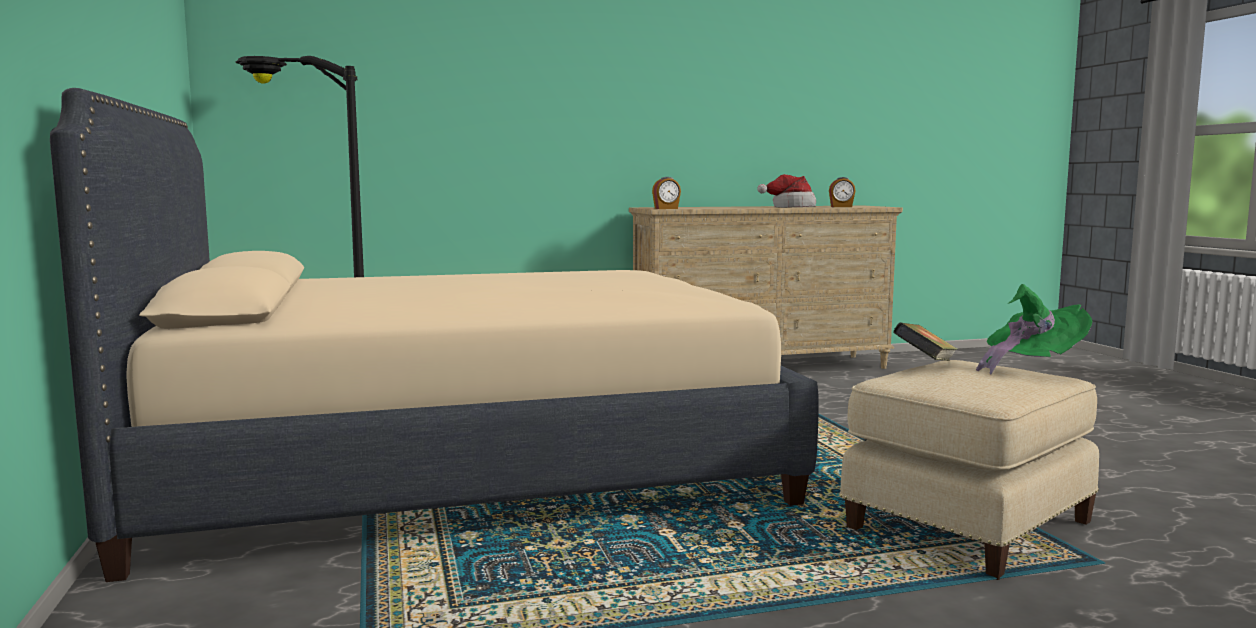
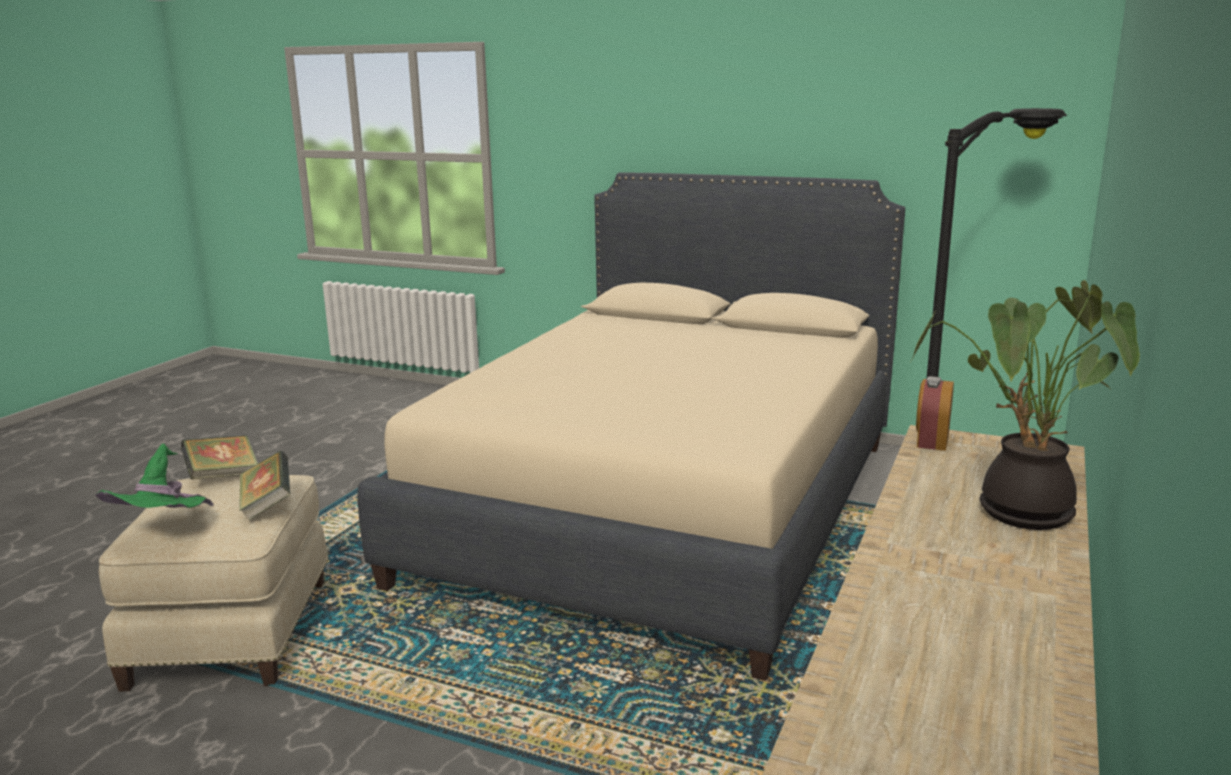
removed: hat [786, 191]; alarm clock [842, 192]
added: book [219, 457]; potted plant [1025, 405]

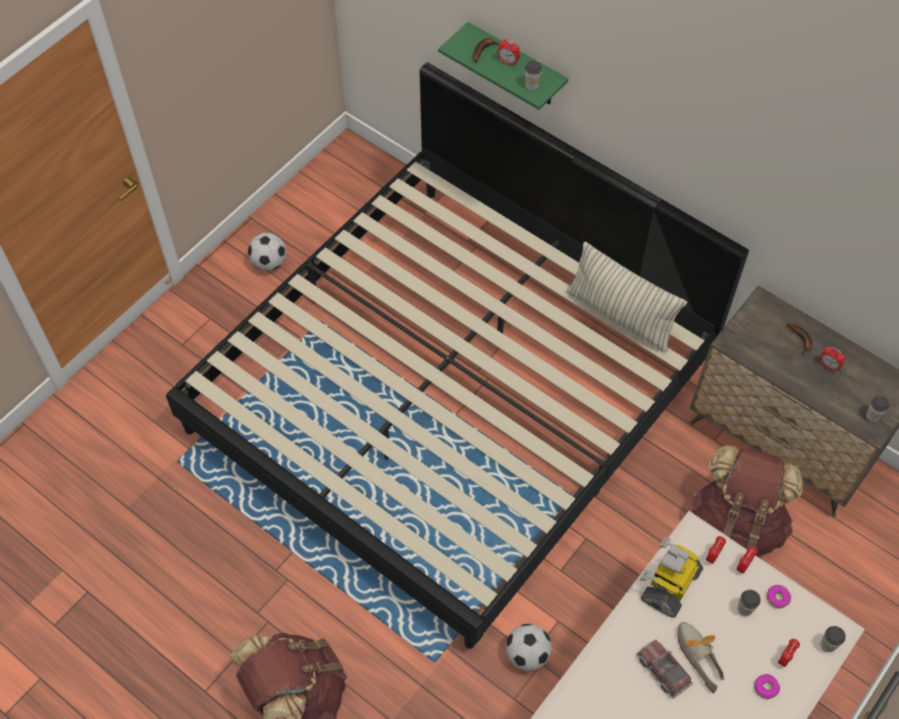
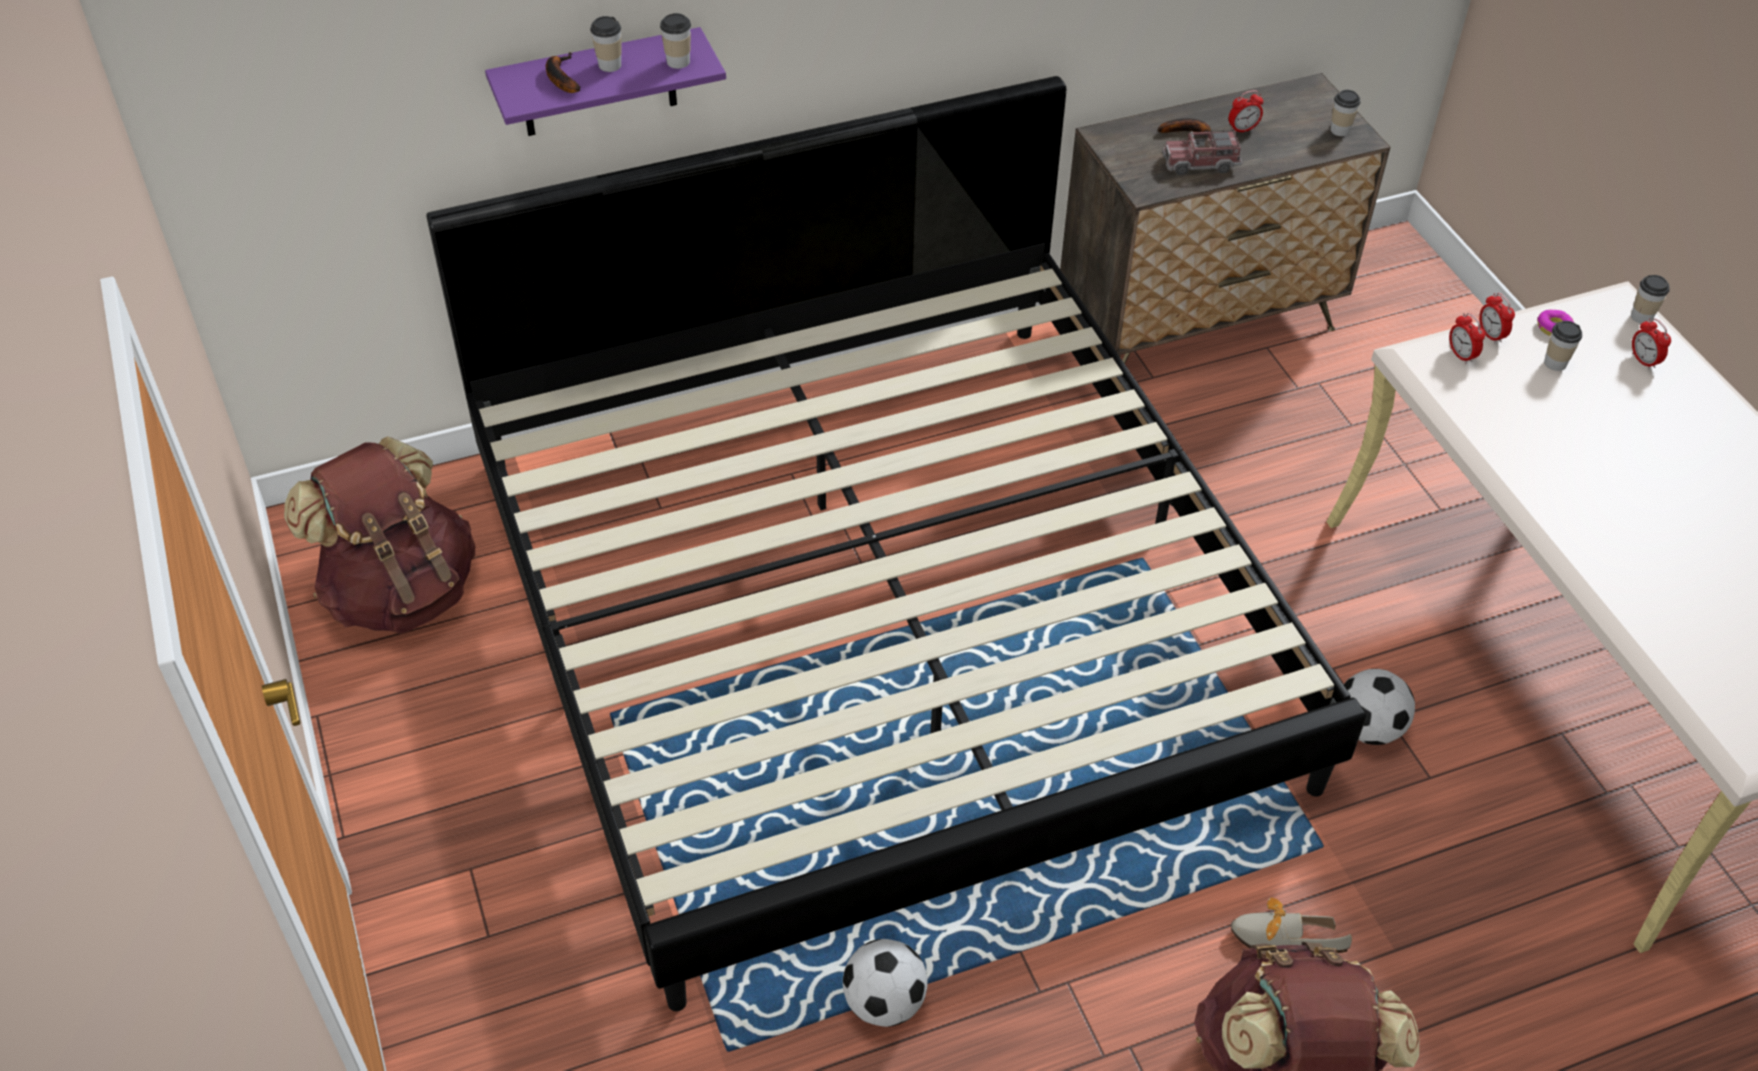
removed: pillow [626, 297]; toy robot [671, 577]; donut [767, 686]
moved: football [267, 252] to [885, 983]; toy truck [665, 669] to [1202, 152]; shoe [701, 658] to [1291, 925]; brown backpack [747, 501] to [379, 534]
replaced: alarm clock [508, 52] to cup [606, 44]
recoloured: green shelf [503, 66] to purple shelf [605, 81]

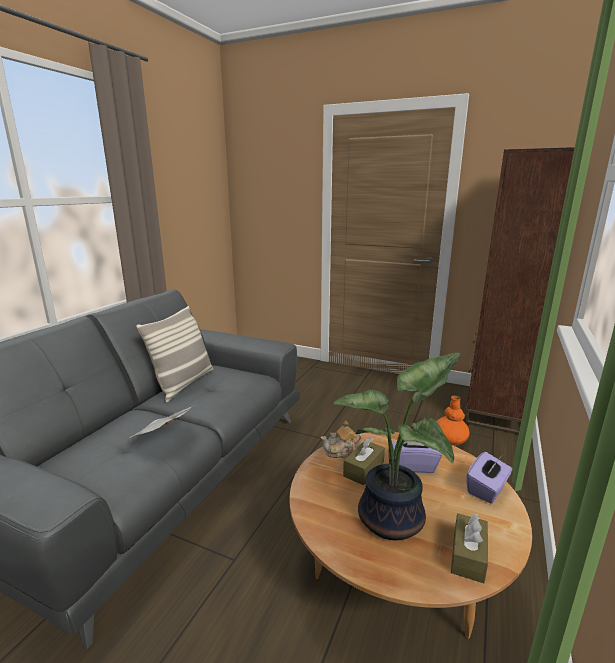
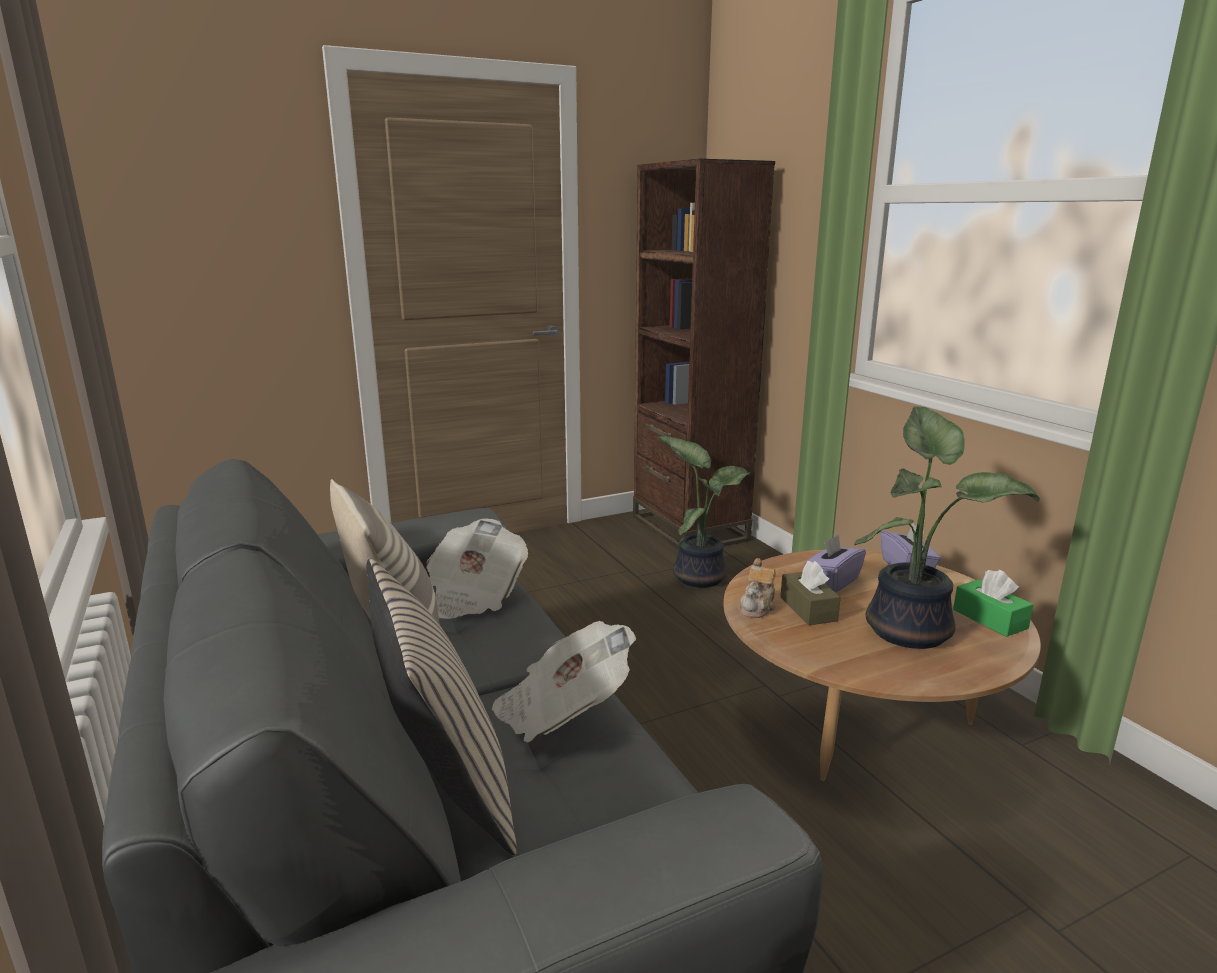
added: beige pillow [441, 706]; newspaper [477, 569]
replaced: orange vase [452, 420] to potted plant [704, 512]
recoloured: brown tissue box [469, 548] to green tissue box [993, 603]

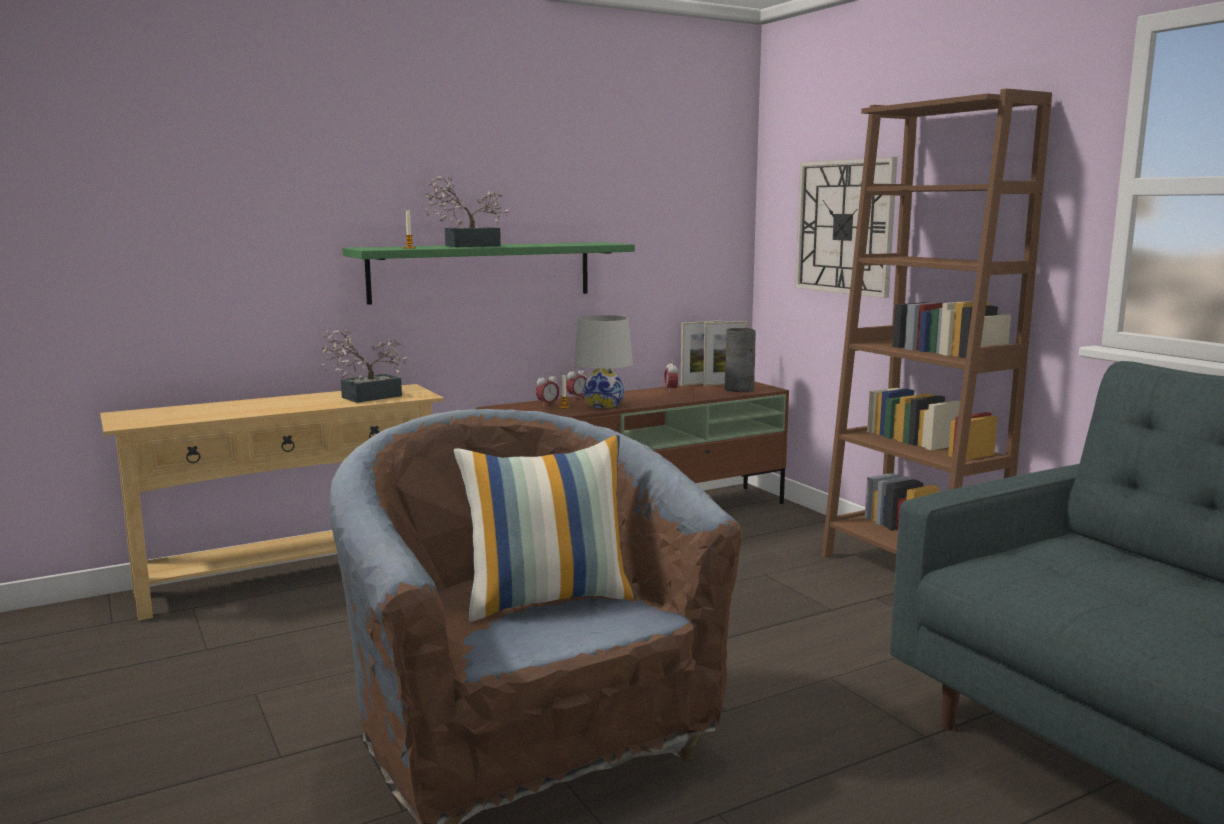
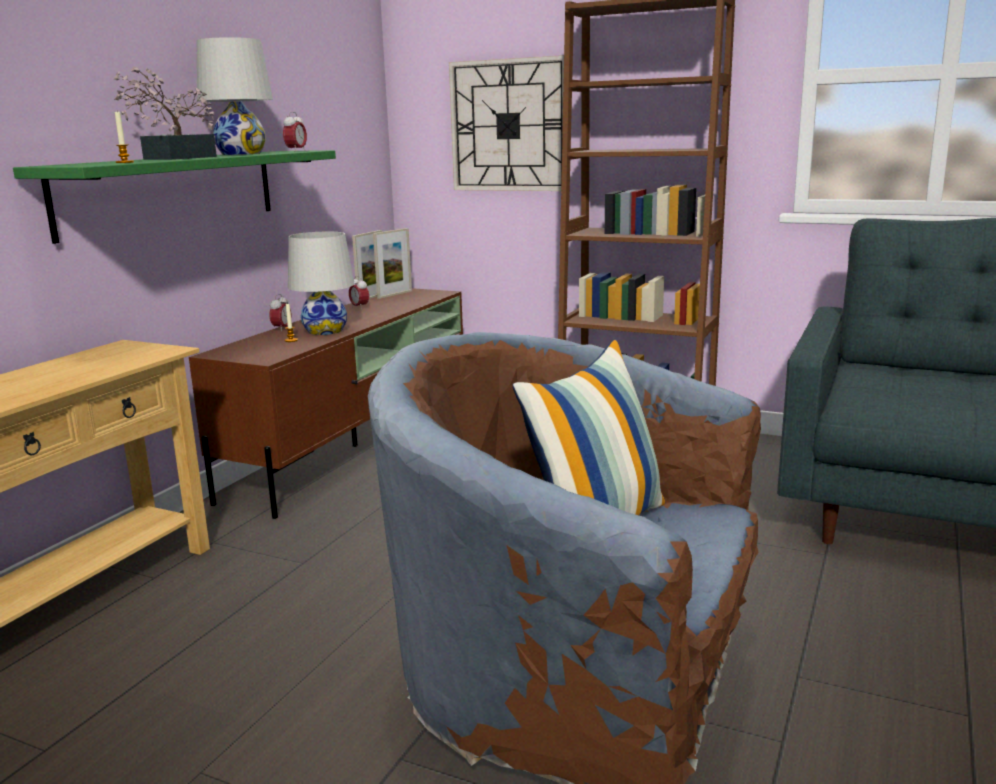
removed: potted plant [364, 366]; grey vase [740, 360]
added: white table lamp [235, 96]
moved: alarm clock [548, 389] to [295, 132]

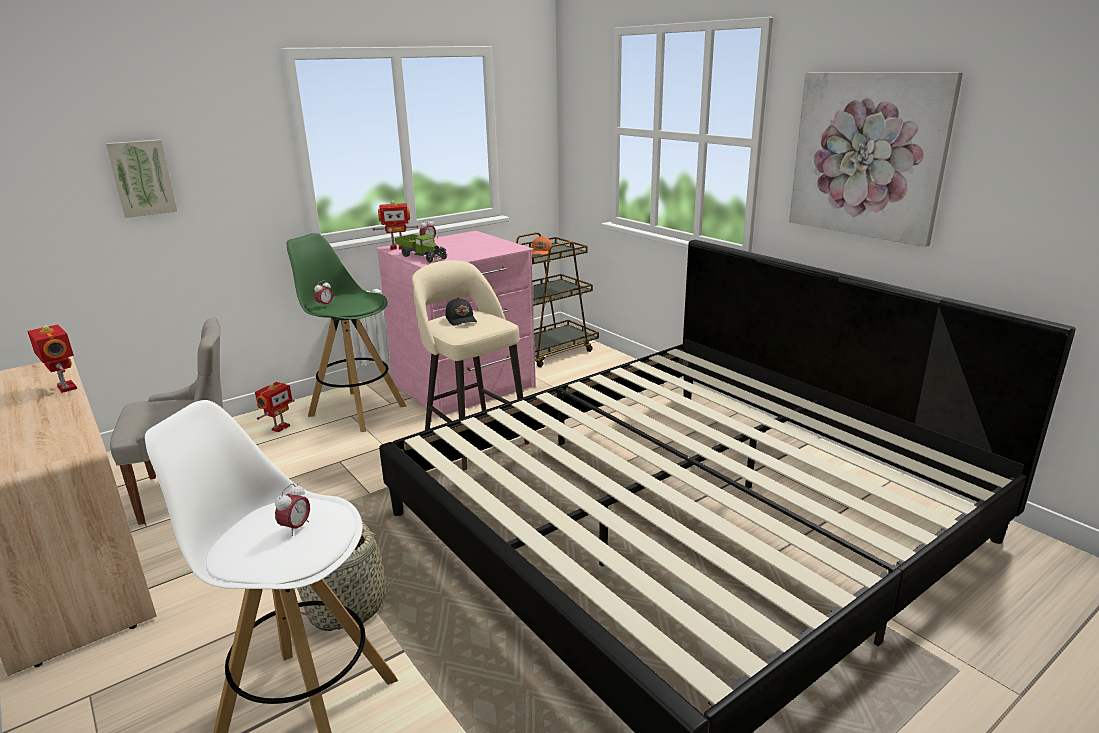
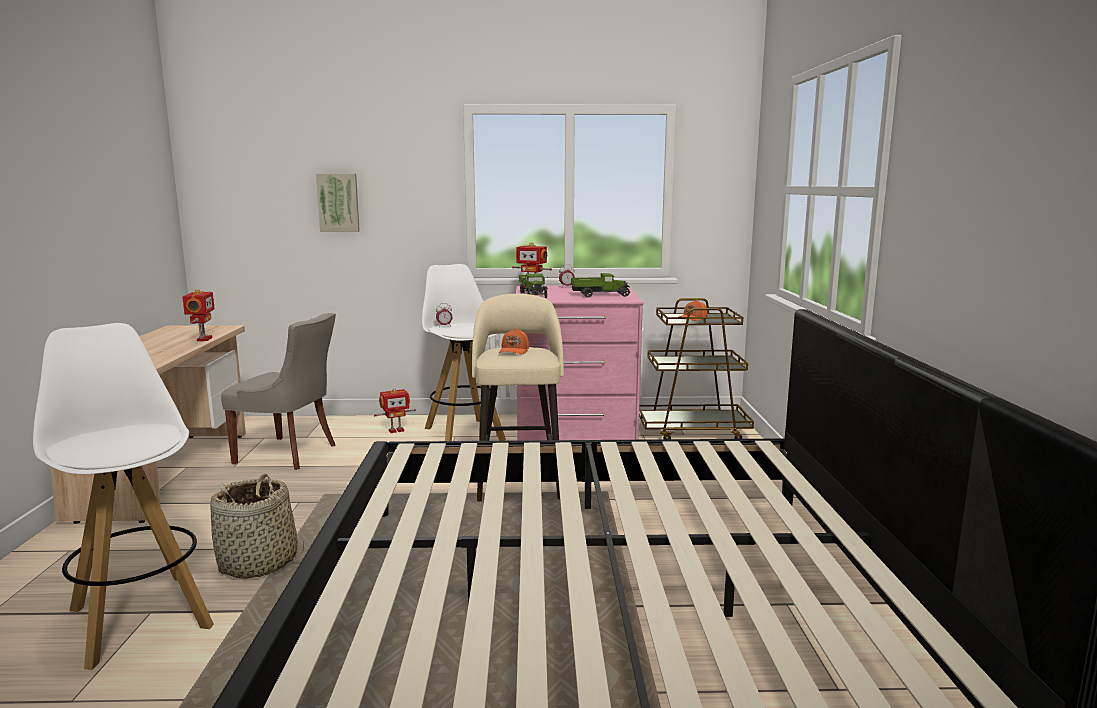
removed: alarm clock [292, 509]; picture [876, 159]
added: toy truck [601, 285]
recoloured: green stool [346, 332] to white stool [464, 352]; black cap [461, 312] to orange cap [514, 341]

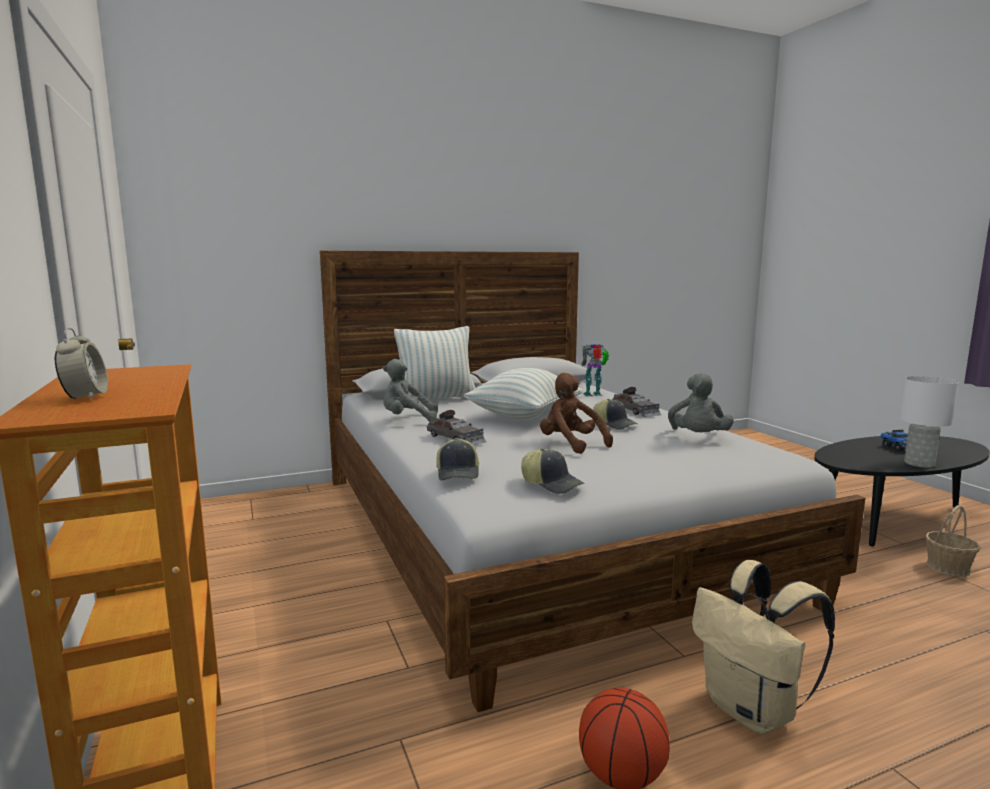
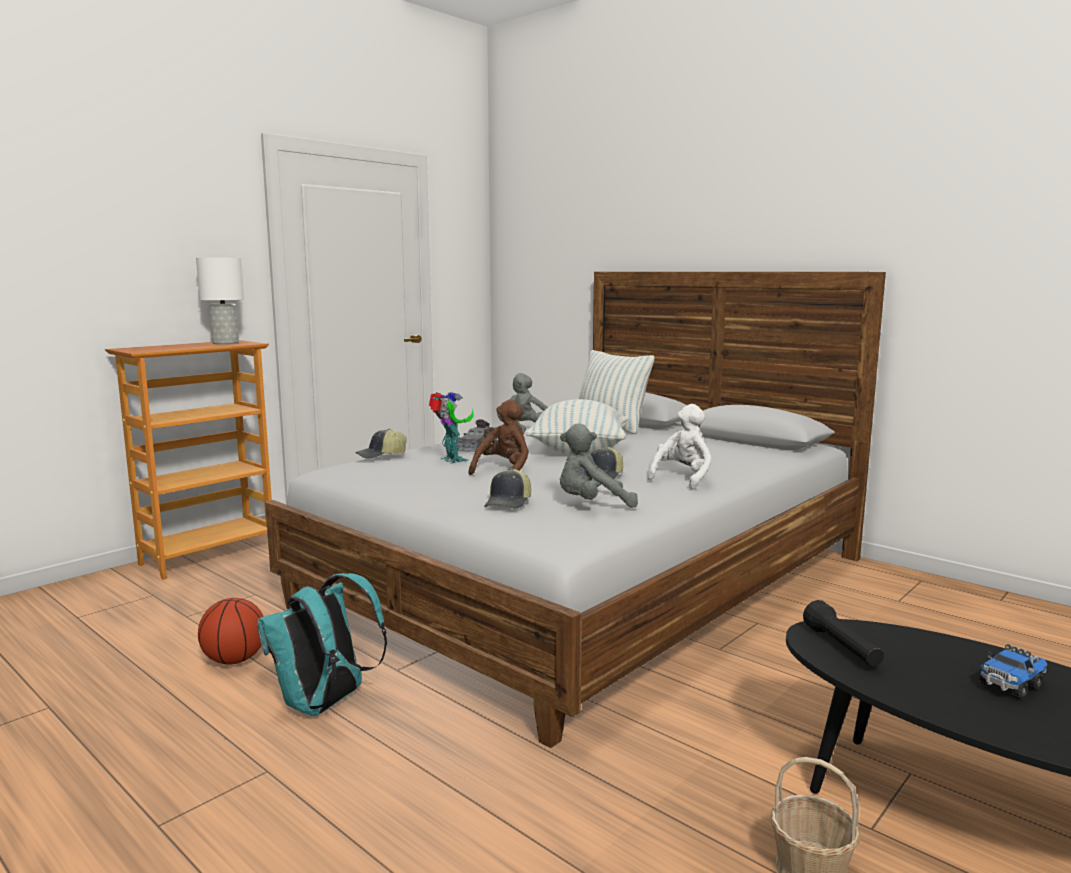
removed: alarm clock [81, 364]
added: black flashlight [843, 633]
moved: cap [552, 471] to [507, 488]; toy robot [595, 370] to [451, 428]; white table lamp [929, 422] to [220, 301]
replaced: grey toy car [636, 402] to white plush toy [679, 447]
recoloured: beige backpack [763, 647] to turquoise backpack [322, 644]

